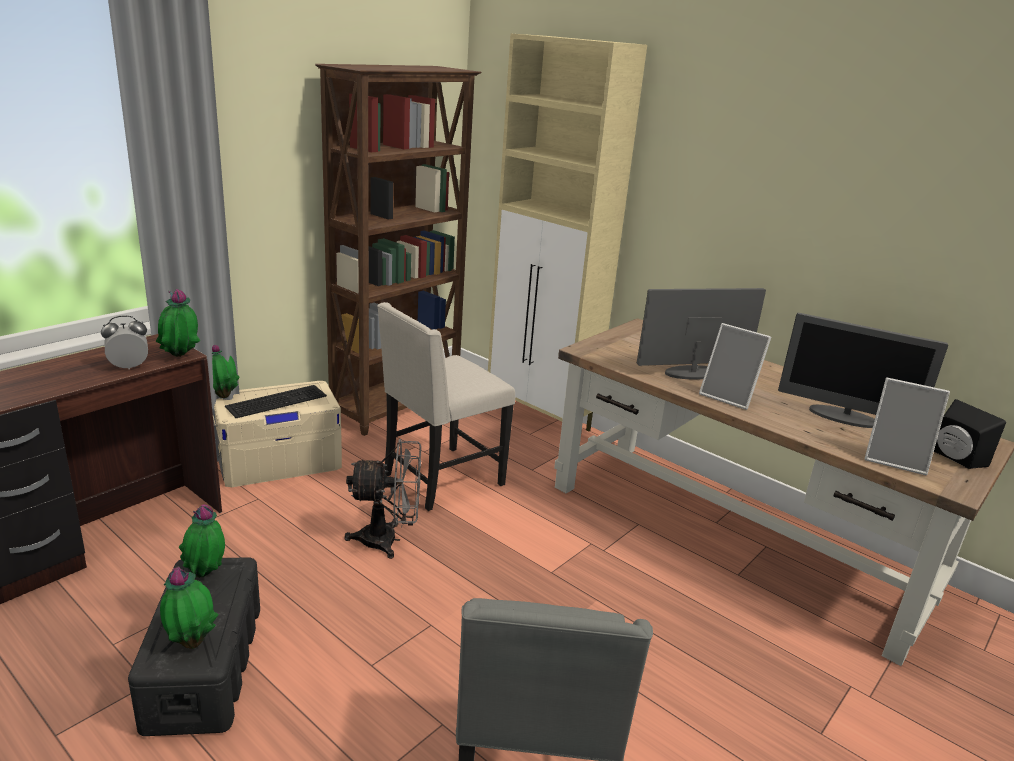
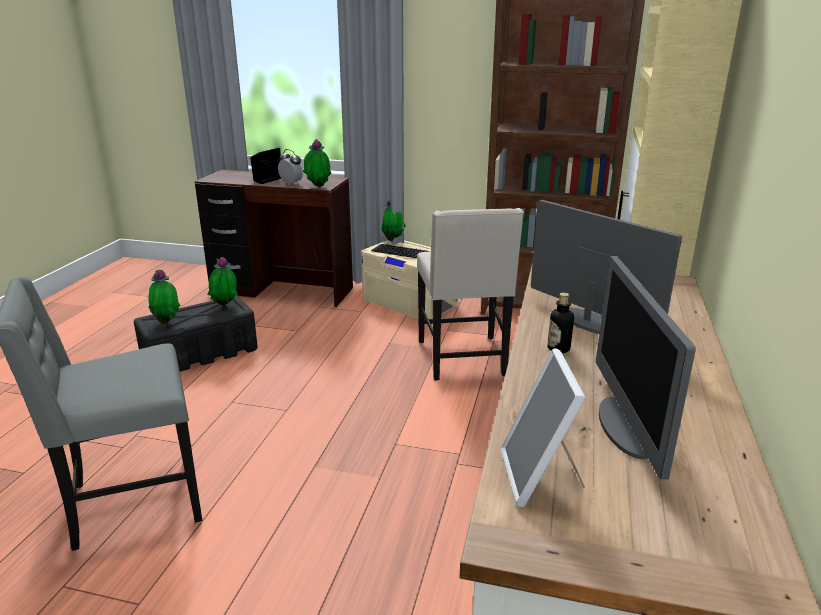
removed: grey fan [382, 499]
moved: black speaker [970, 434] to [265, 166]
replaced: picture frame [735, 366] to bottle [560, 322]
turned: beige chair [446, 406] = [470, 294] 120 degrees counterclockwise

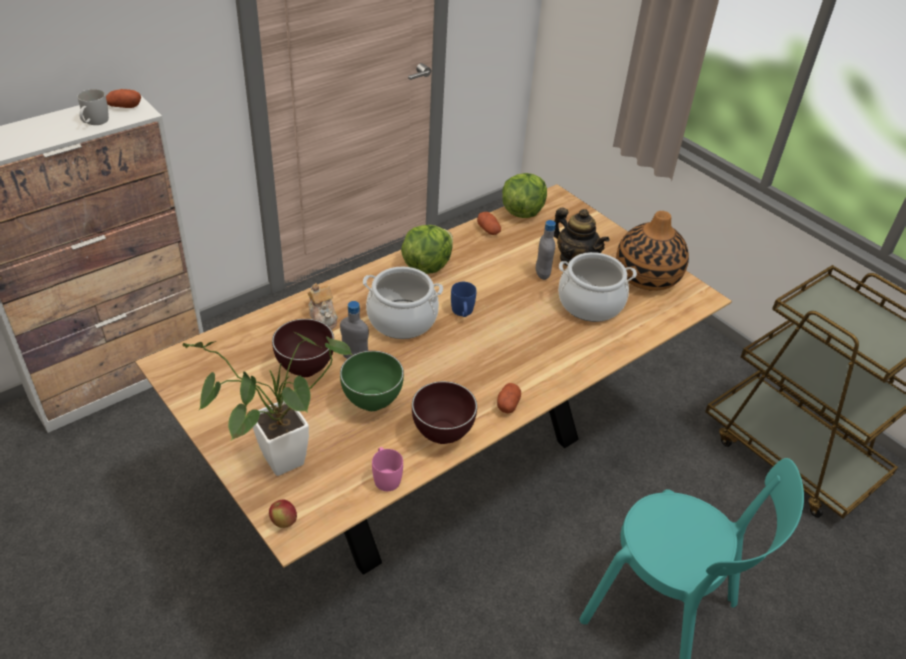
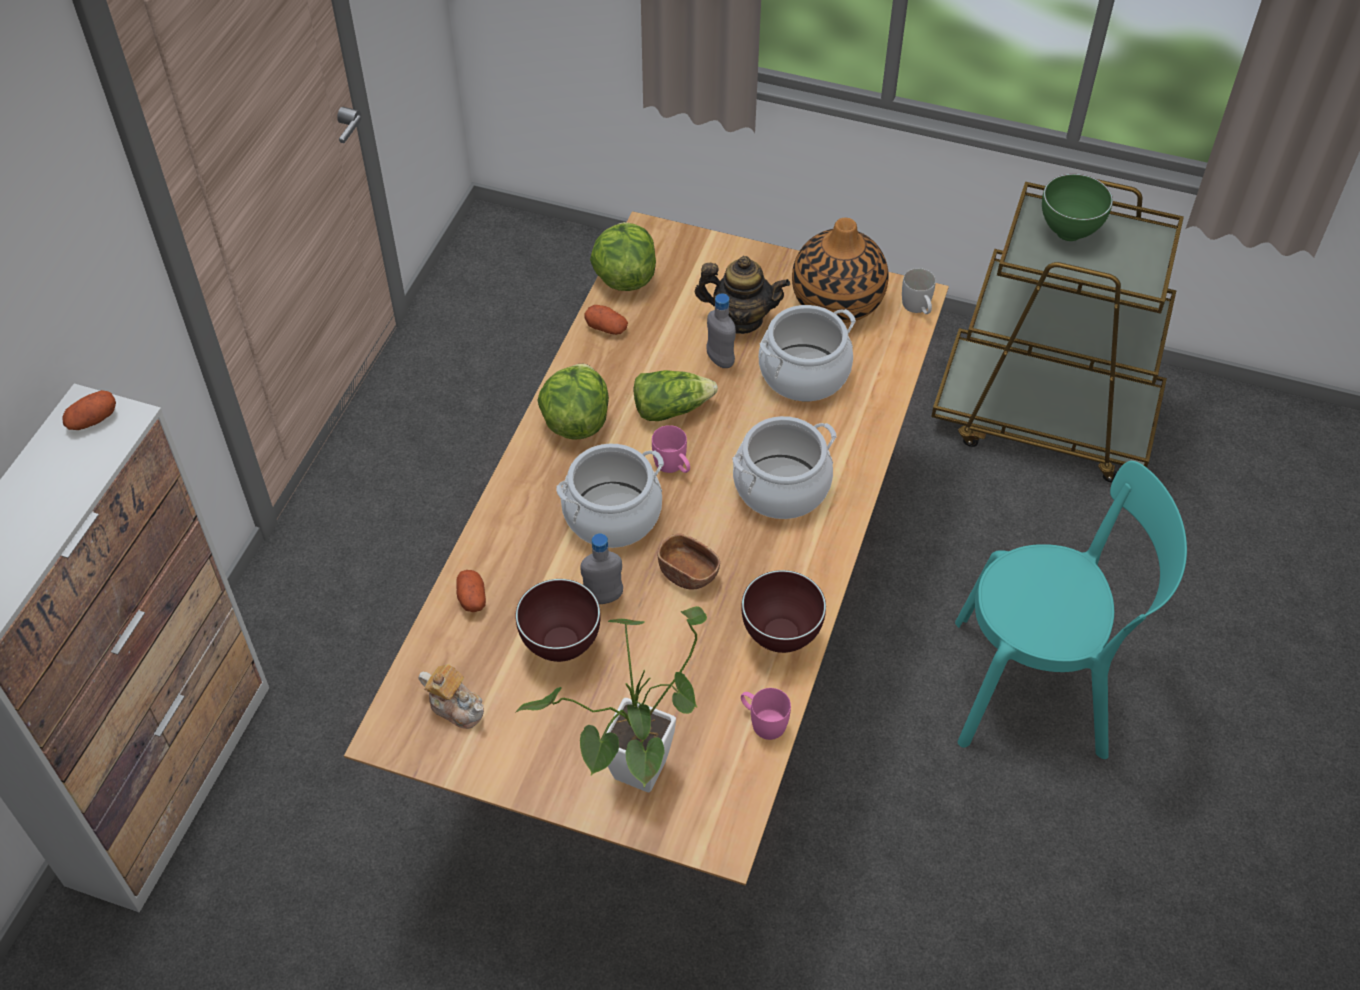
removed: apple [283, 514]
added: lettuce [675, 395]; brown bowl [689, 561]; cooking pot [784, 467]
moved: white mug [93, 107] to [919, 291]; teapot [322, 306] to [451, 696]; green bowl [372, 381] to [1077, 207]; potato [509, 398] to [471, 591]
recoloured: blue mug [464, 299] to pink mug [671, 449]

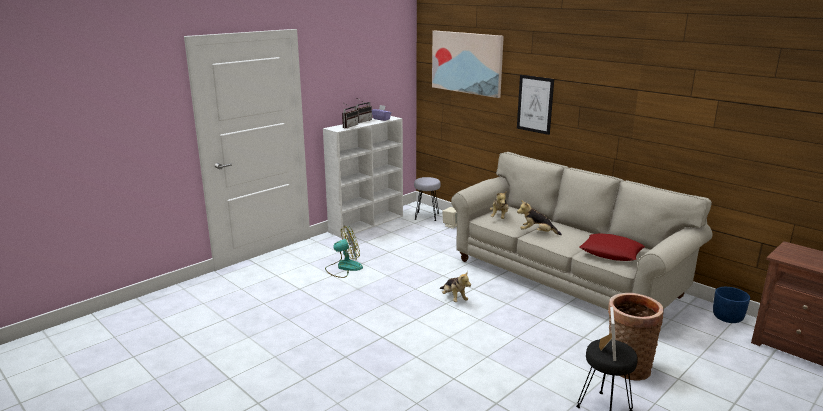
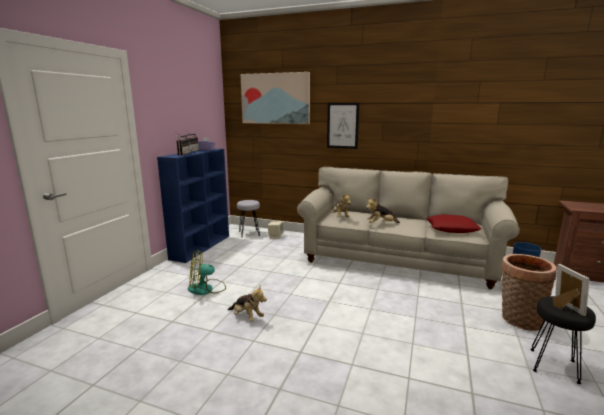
moved: plush toy [455, 286] to [247, 303]
recoloured: white bookcase [363, 177] to blue bookcase [193, 205]
turned: fan [344, 251] = [207, 273] 150 degrees counterclockwise

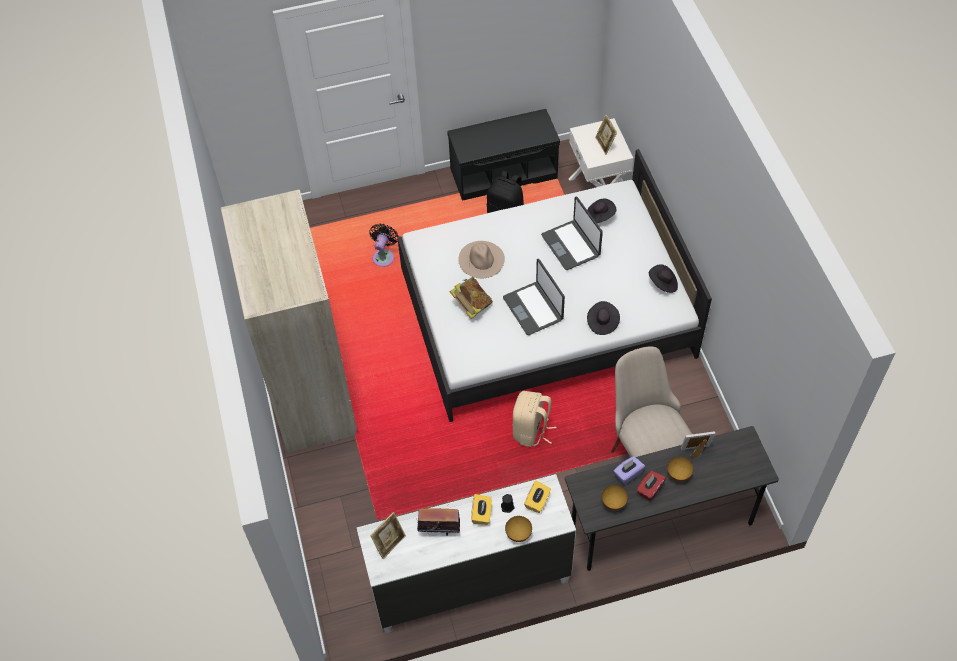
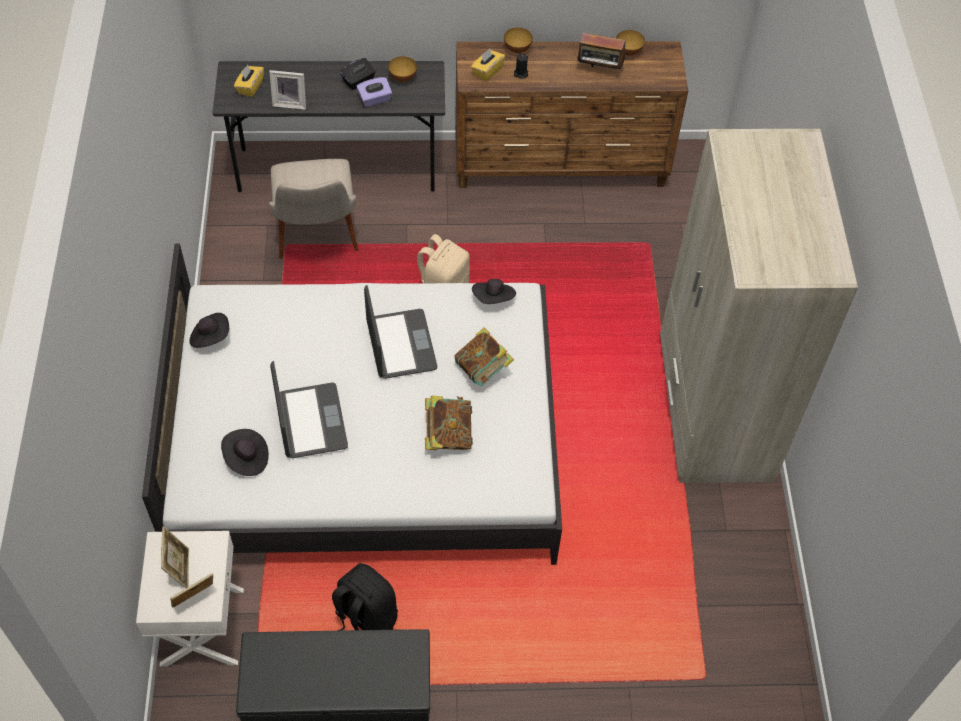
removed: black fan [384, 245]
moved: picture frame [388, 535] to [191, 590]; yellow tissue box [481, 509] to [249, 81]; black hat [603, 318] to [494, 291]; bowl [680, 469] to [630, 43]
replaced: beige hat [481, 259] to book [449, 423]
recoloured: white dresser [466, 553] to brown dresser [571, 115]; red tissue box [651, 486] to black tissue box [358, 74]

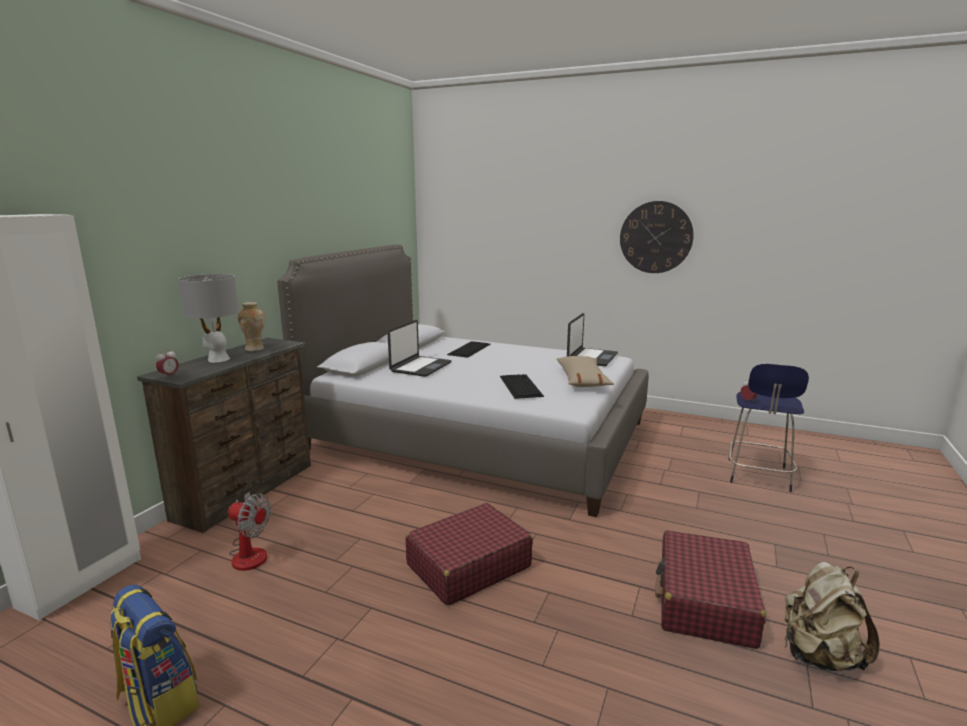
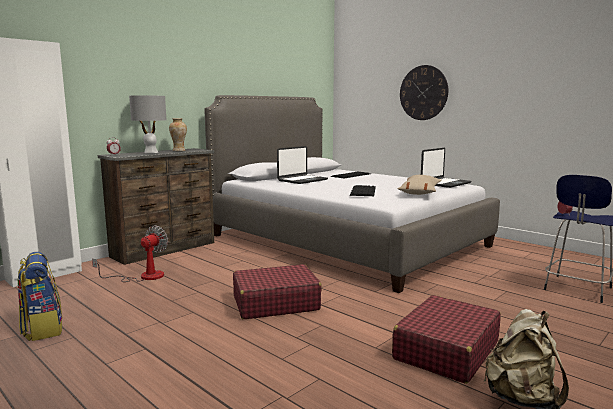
moved: wall clock [657, 237] to [424, 92]
turned: fan [249, 531] = [130, 253] 105 degrees counterclockwise

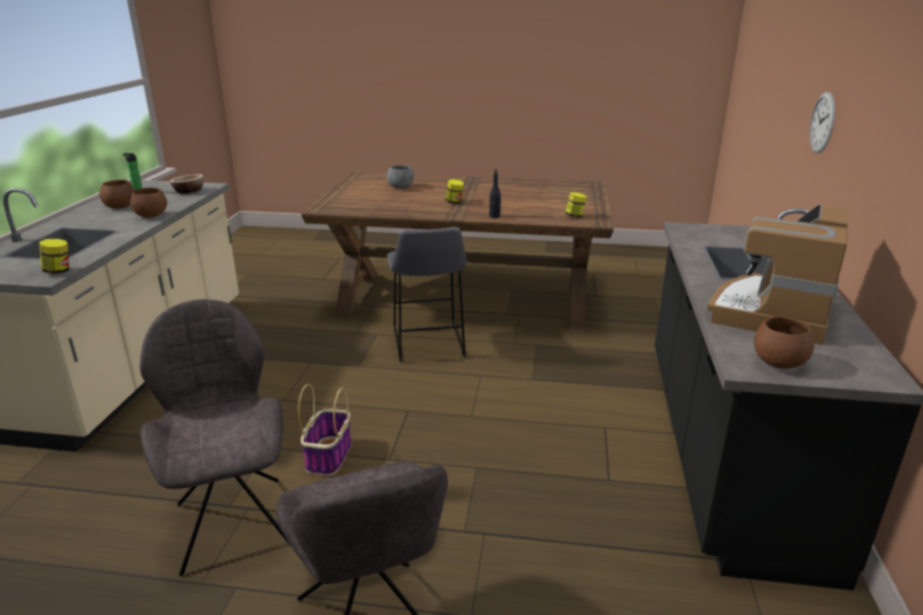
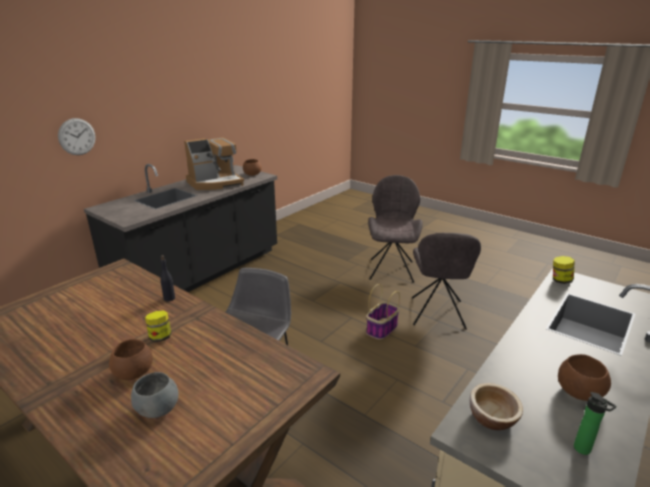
removed: jar [576, 204]
moved: brown bowl [148, 203] to [131, 359]

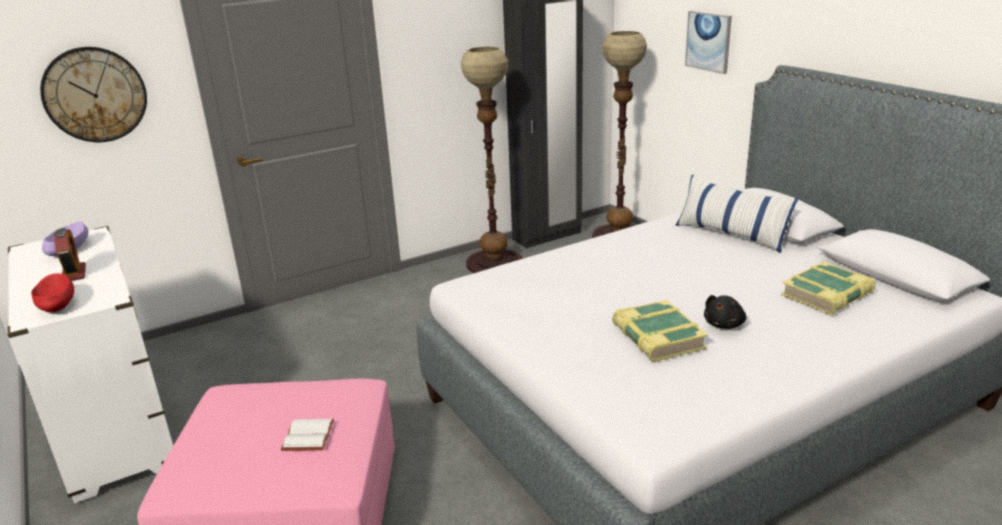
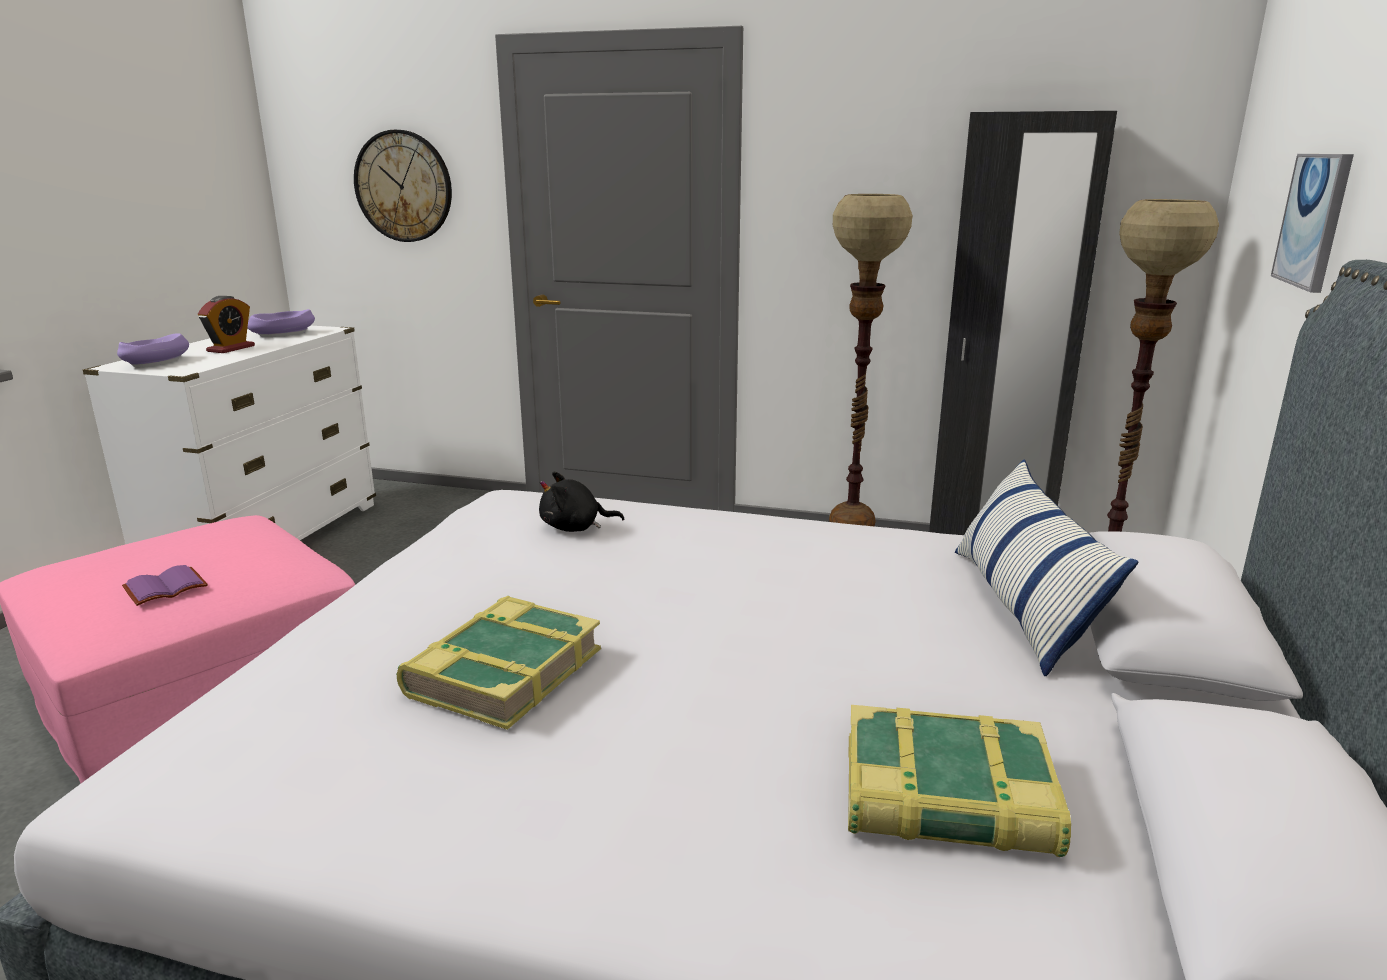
moved: black plush toy [725, 312] to [581, 501]
recoloured: red bowl [52, 293] to purple bowl [153, 350]; white book [307, 435] to purple book [165, 585]

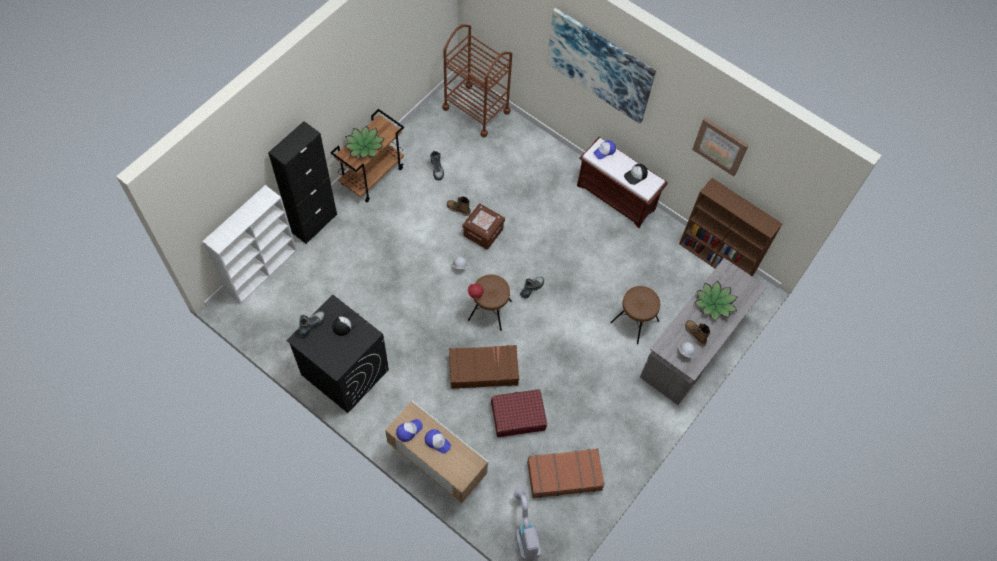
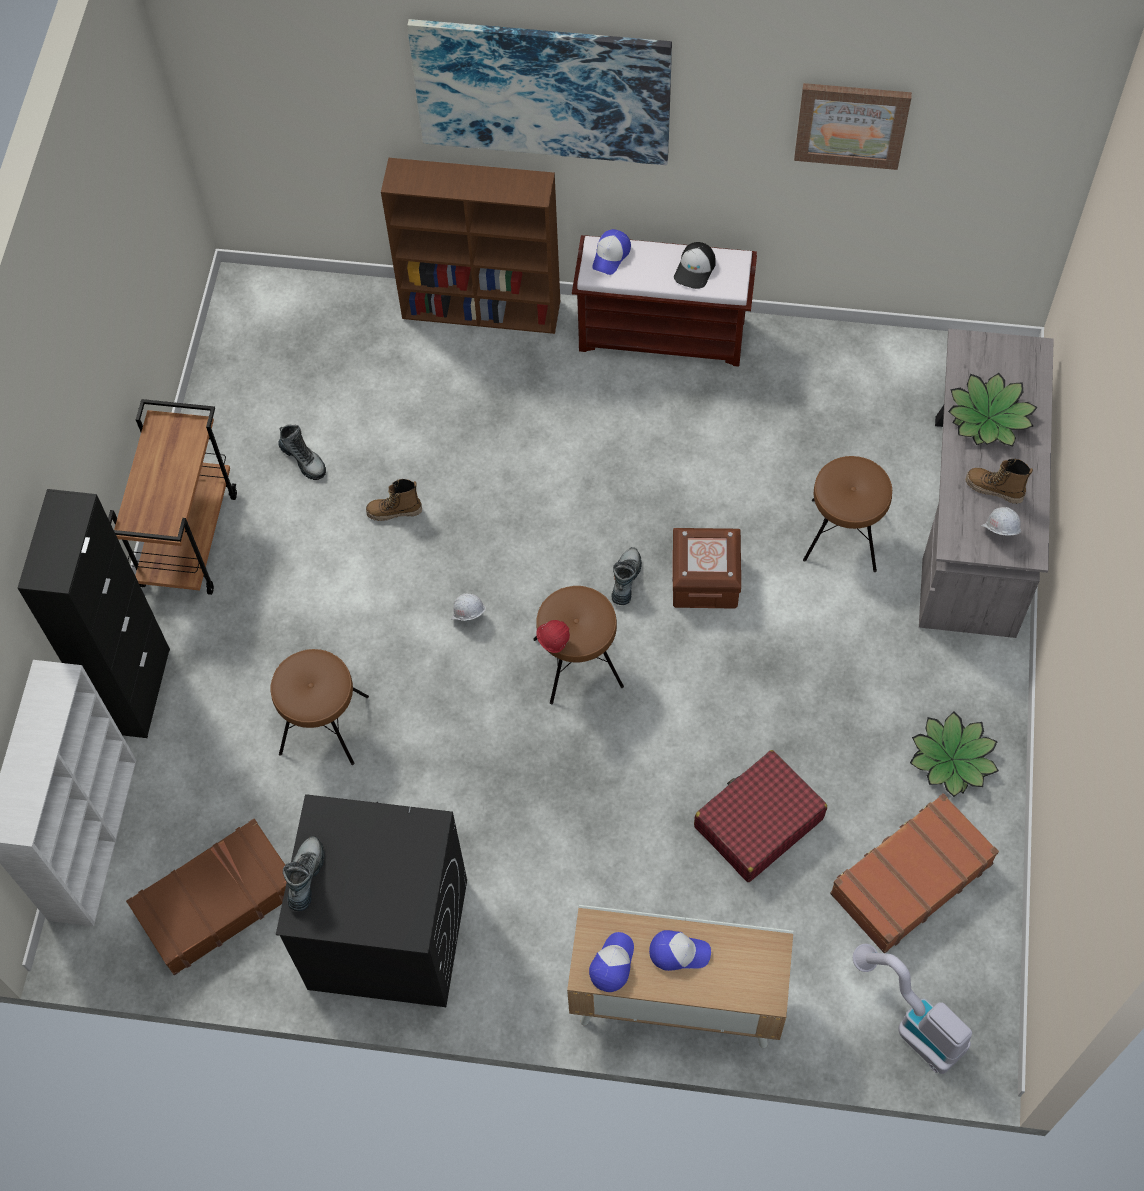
removed: cap [345, 324]; brown cart [477, 81]
added: brown stool [320, 707]
moved: potted plant [365, 142] to [954, 754]; brown suitcase [484, 367] to [206, 897]; brown storage box [484, 226] to [706, 568]; brown bookcase [730, 227] to [470, 246]

